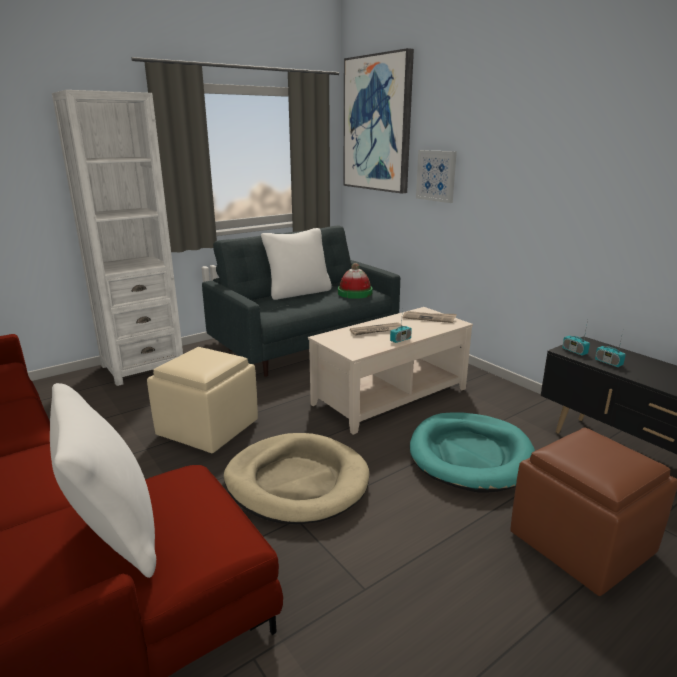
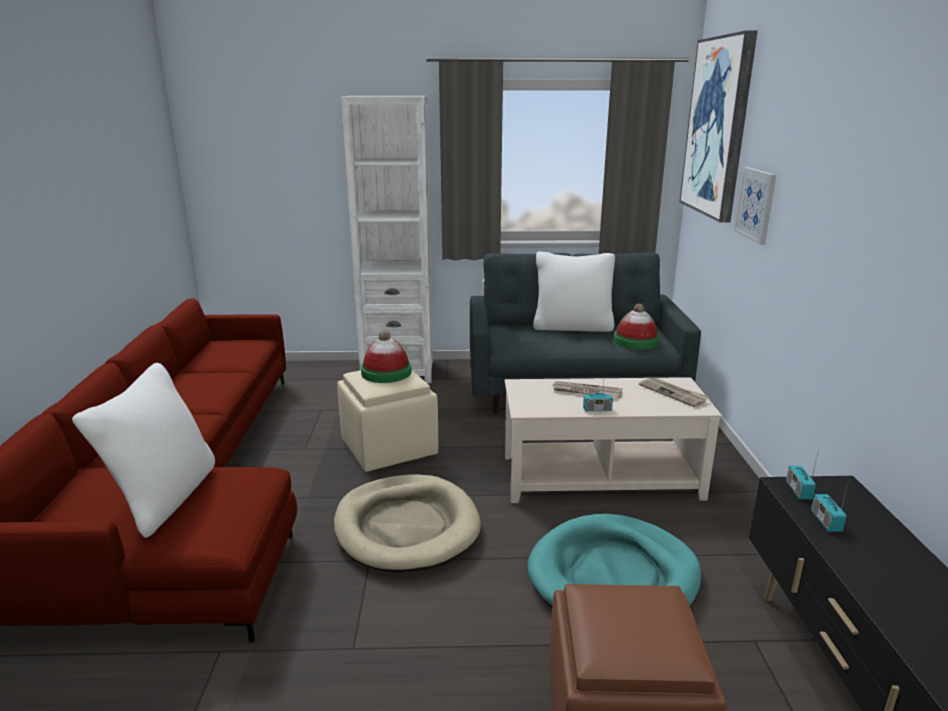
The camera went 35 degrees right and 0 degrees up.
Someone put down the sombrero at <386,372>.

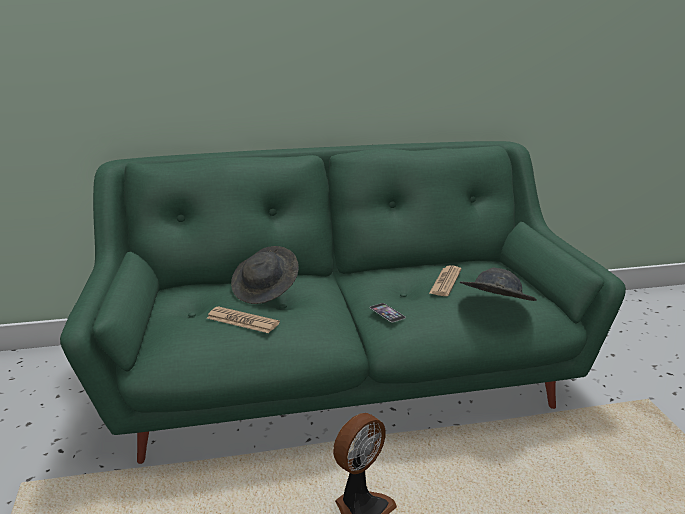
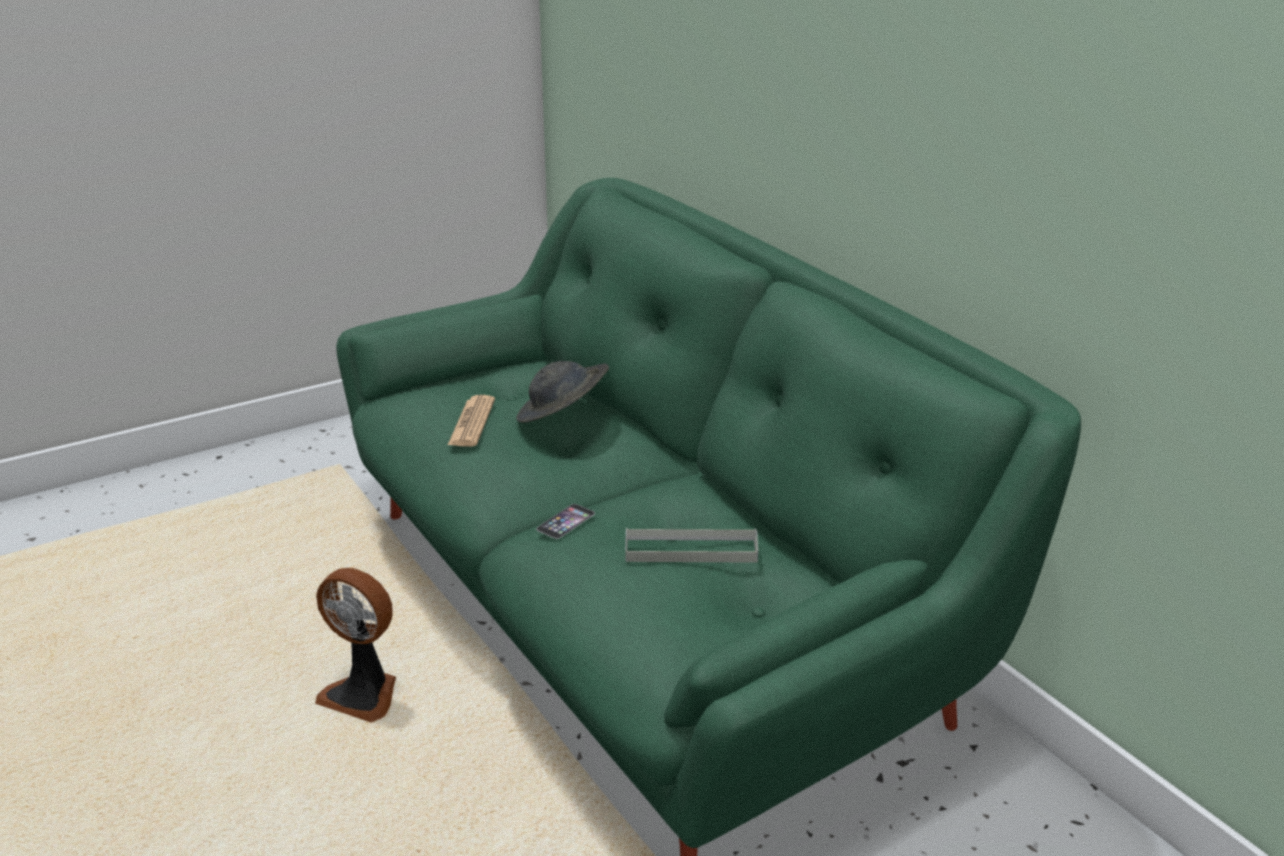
The camera went 70 degrees right and 5 degrees up.
Someone took away the sombrero/gris at <494,307>.
Someone swapped the periódico at <445,282> for the bandeja/gris at <691,550>.

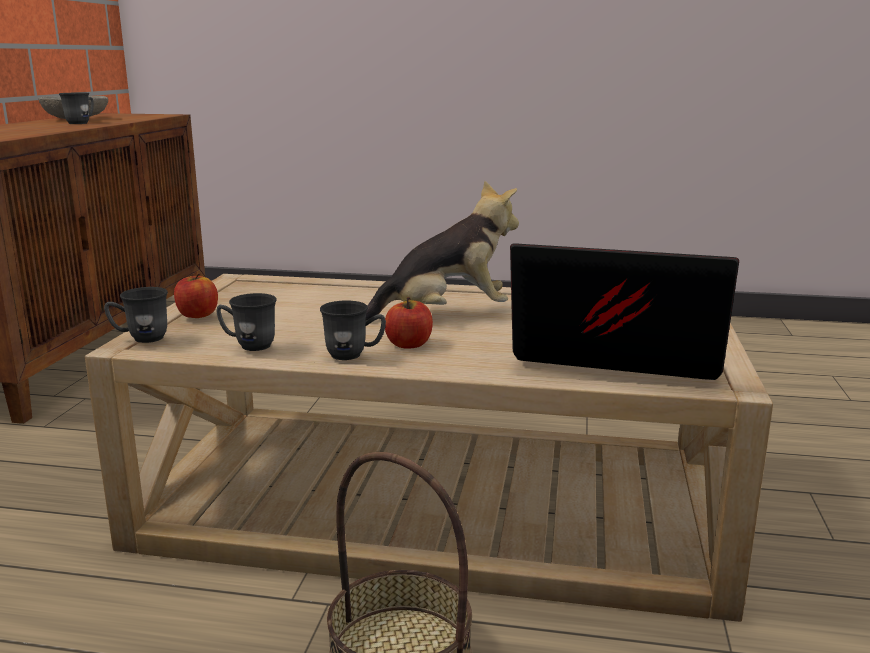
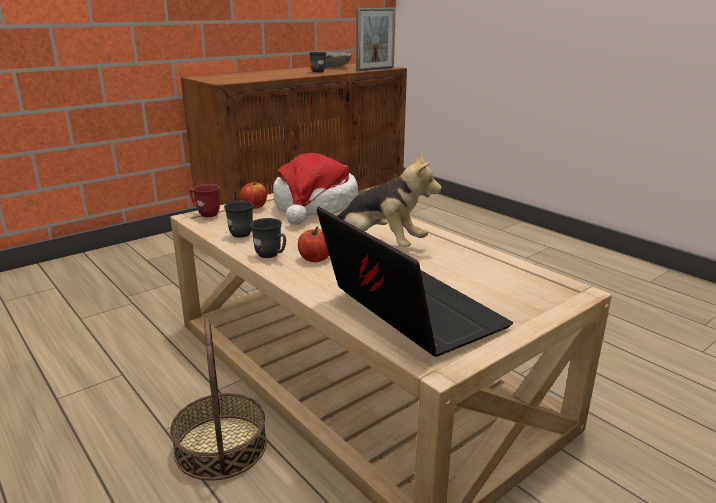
The camera went 40 degrees right and 5 degrees up.
Someone put down the sombrero at <315,207>.
Someone put down the portarretratos at <375,69>.
Someone repainted the taza grande/gris at <140,338>, which became the taza grande/rojo at <205,213>.

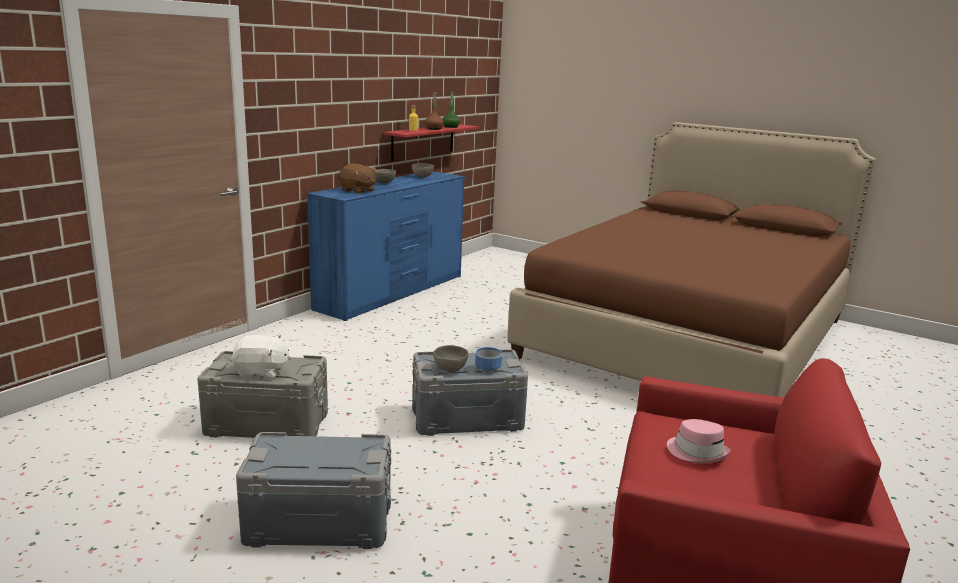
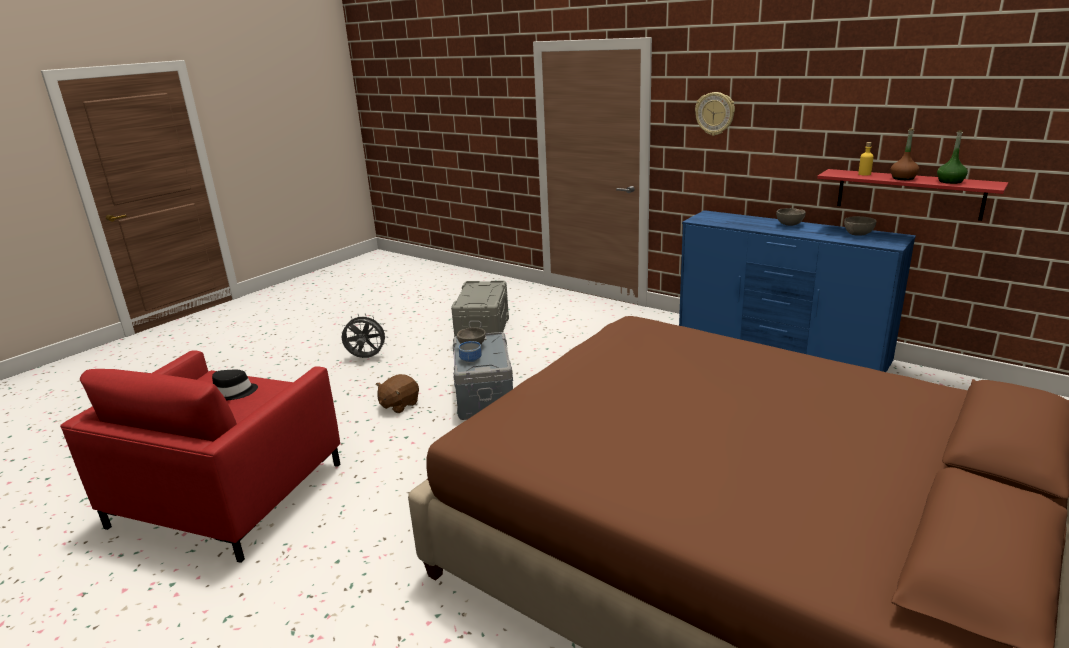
The camera went 95 degrees right and 5 degrees up.
Someone took away the peluche/blanco at <261,372>.
Someone put up the reloj de pared at <715,113>.
Someone carried the peluche/marrón from <358,191> to <399,405>.
Someone swapped the caja de almacenaje/gris at <319,523> for the ventilador/gris at <366,358>.
Someone repainted the sombrero/rosa at <697,452>, which became the sombrero/negro at <233,392>.

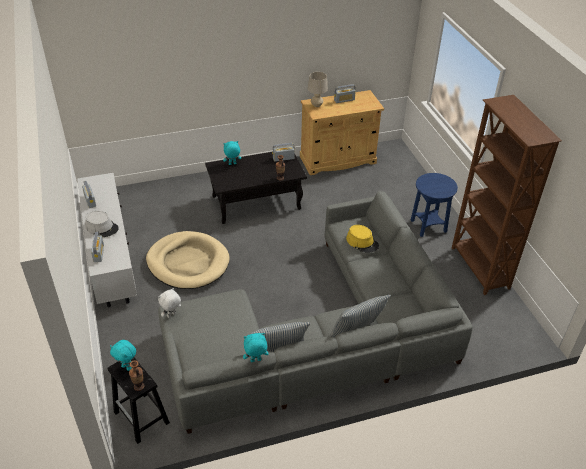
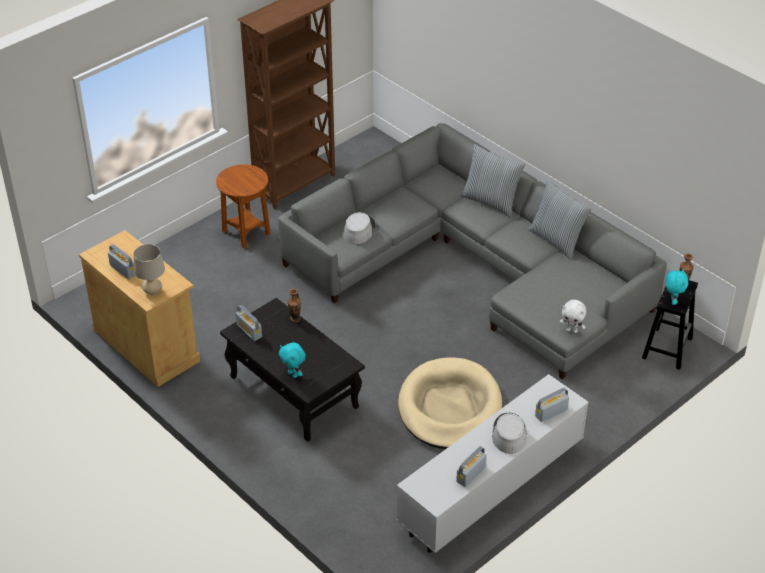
The camera went 115 degrees left and 0 degrees up.
Someone took away the peluche/turquesa at <255,361>.
Someone repainted the sombrero/amarillo at <362,242>, which became the sombrero/gris at <359,230>.
Someone repainted the mesa auxiliar/azul at <428,226>, which became the mesa auxiliar/marrón at <246,233>.

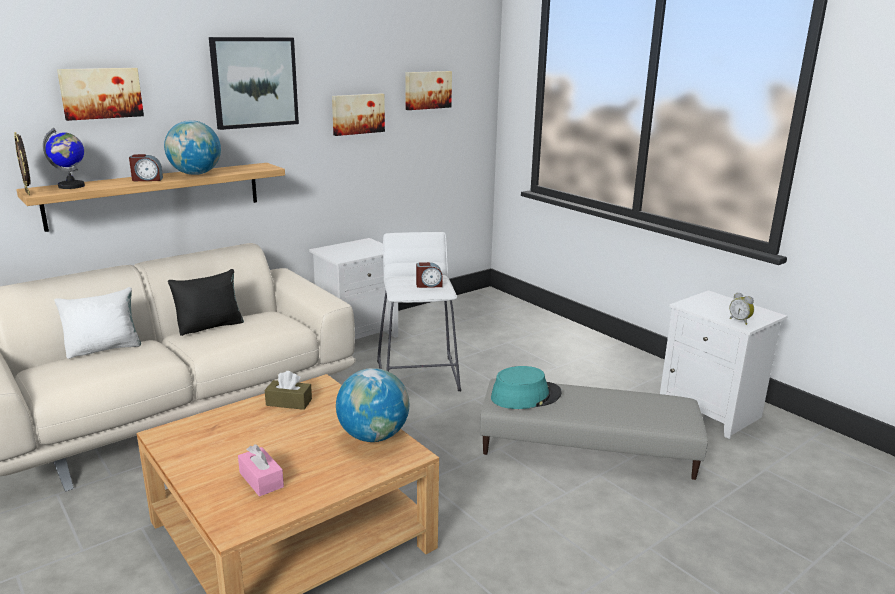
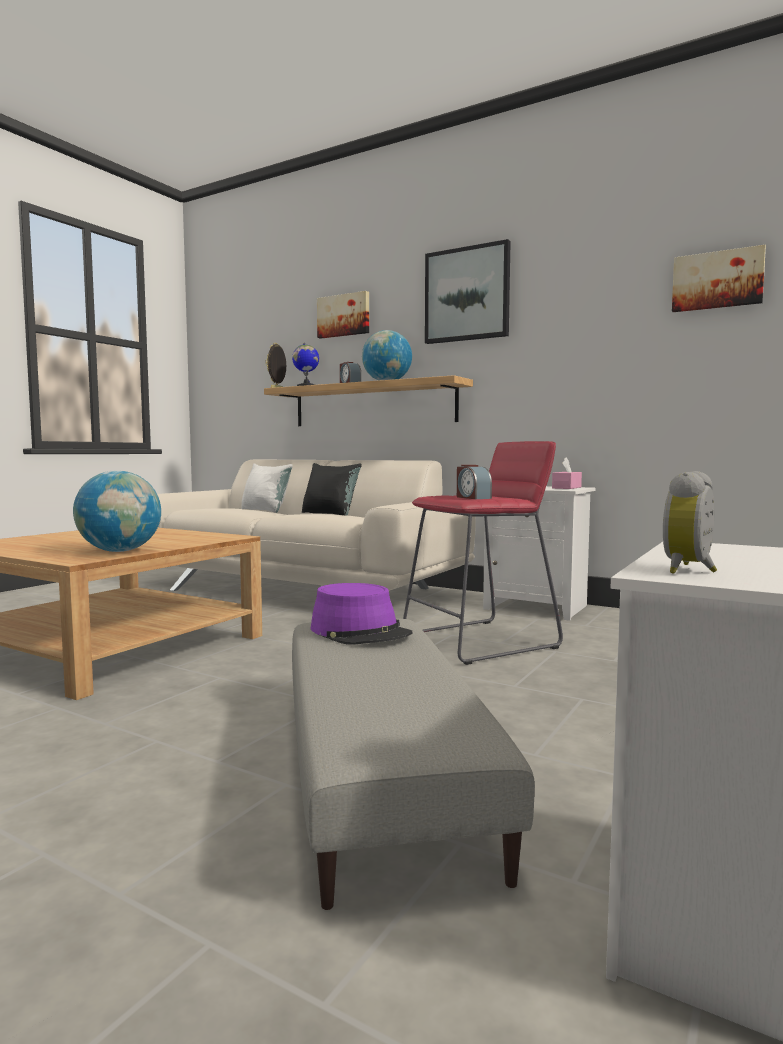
The camera went 70 degrees right and 15 degrees down.
Someone took away the caja de pañuelos/marrón at <289,402>.
Someone took away the cuadro at <357,114>.
Someone carried the caja de pañuelos/rosa from <261,480> to <566,488>.
Someone repainted the taburete/blanco at <418,375>, which became the taburete/rojo at <480,641>.
Someone repainted the sombrero/turquesa at <525,396>, which became the sombrero/morado at <360,632>.

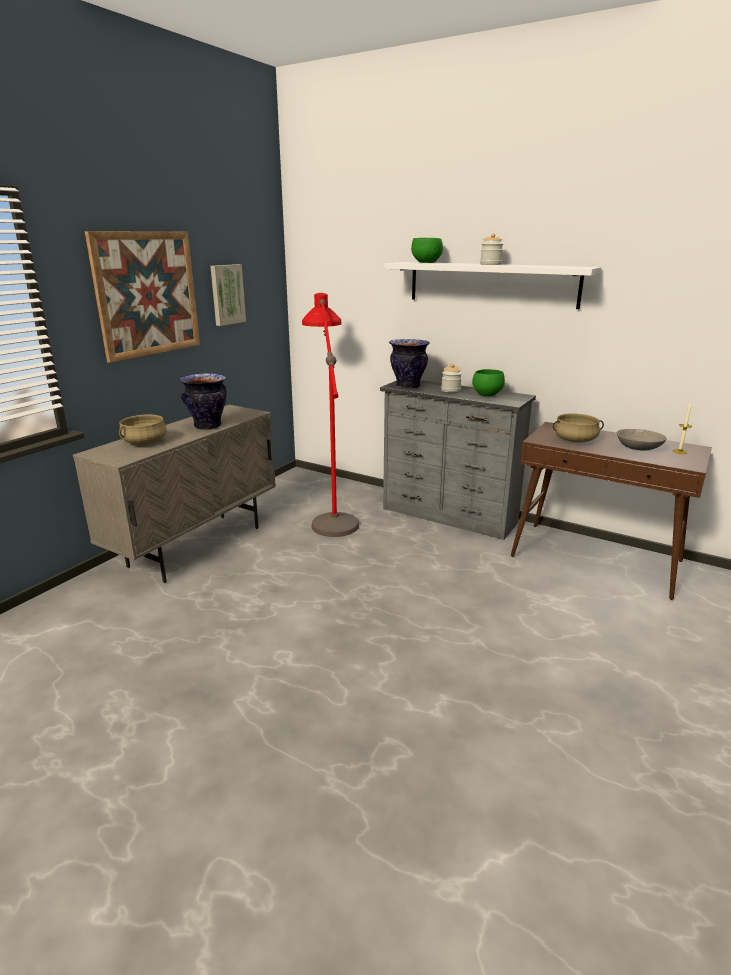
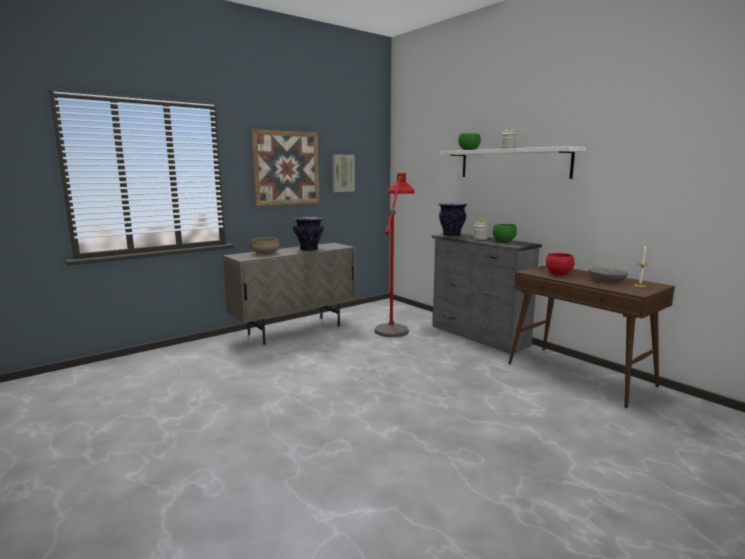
The camera went 20 degrees right and 10 degrees down.
Someone swapped the olla/beis at <575,440> for the cuenco/rojo at <558,274>.

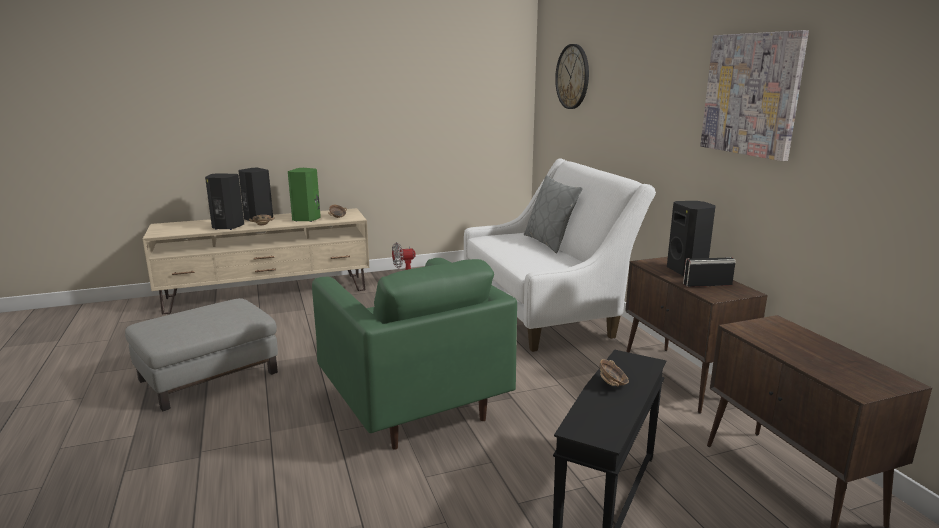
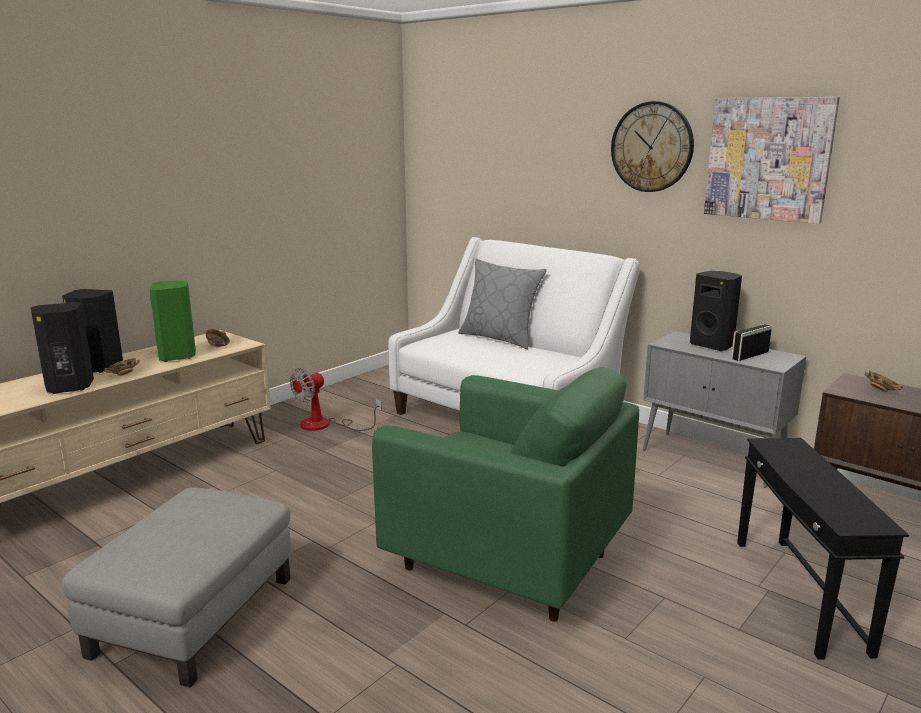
The camera went 30 degrees left and 0 degrees up.
Someone carried the reloj de pared from <572,76> to <652,147>.
Someone carried the cuenco from <613,384> to <881,391>.
Someone repainted the armario/marrón at <682,379>, which became the armario/gris at <714,459>.

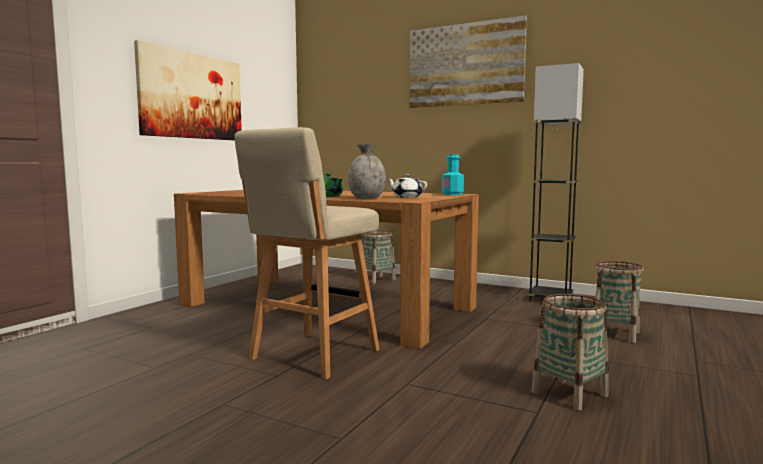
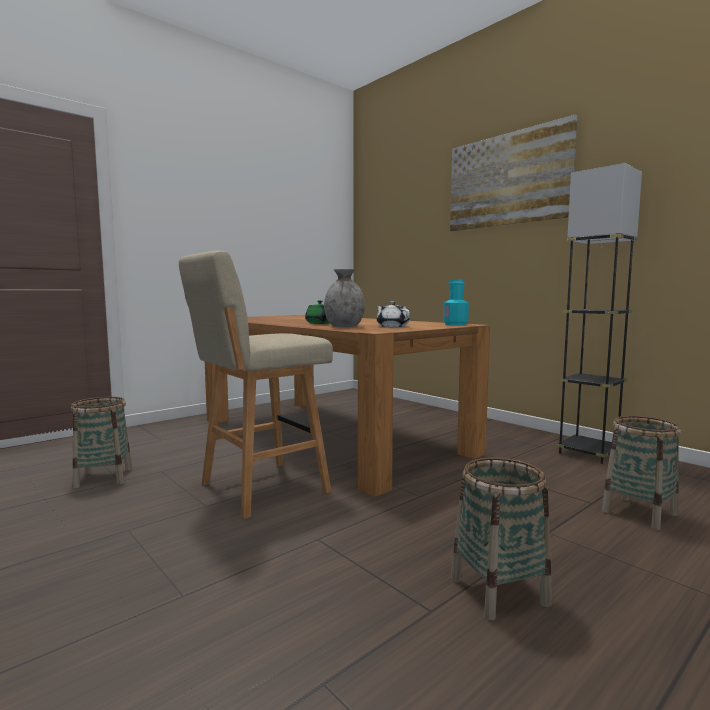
The camera went 20 degrees right and 0 degrees up.
Someone took away the cuadro at <192,96>.
Someone carried the cesta from <377,279> to <103,478>.

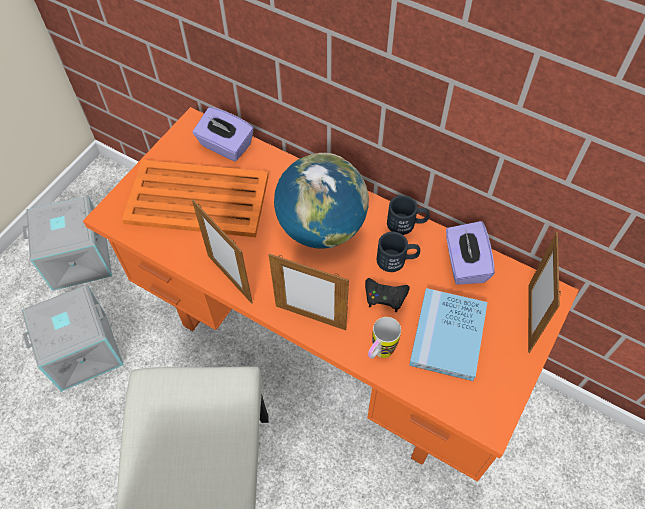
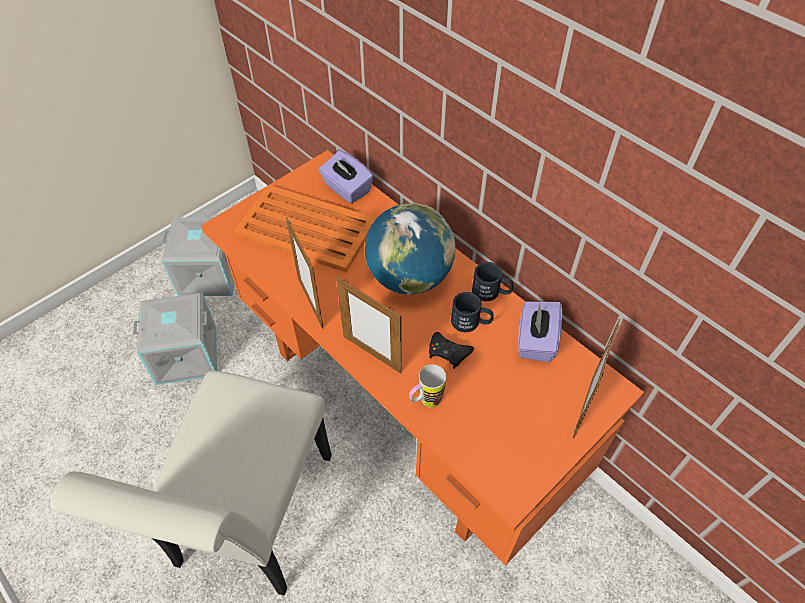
The camera went 15 degrees right and 5 degrees down.
Someone took away the libro/azul at <448,335>.

